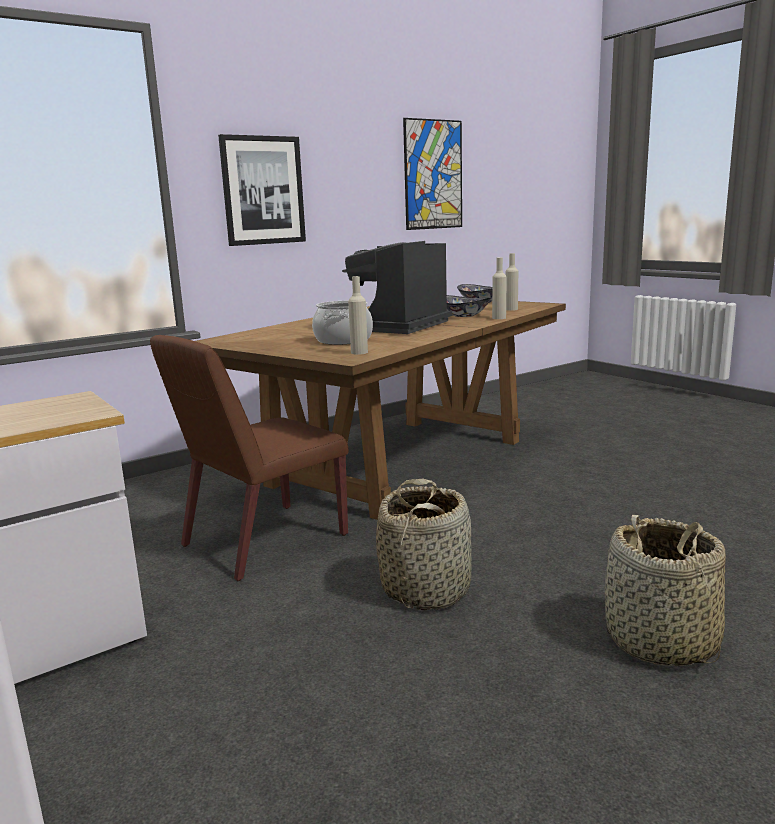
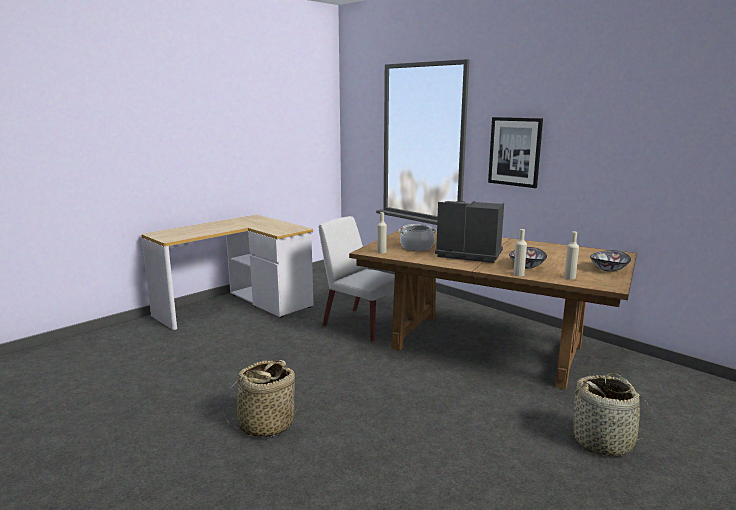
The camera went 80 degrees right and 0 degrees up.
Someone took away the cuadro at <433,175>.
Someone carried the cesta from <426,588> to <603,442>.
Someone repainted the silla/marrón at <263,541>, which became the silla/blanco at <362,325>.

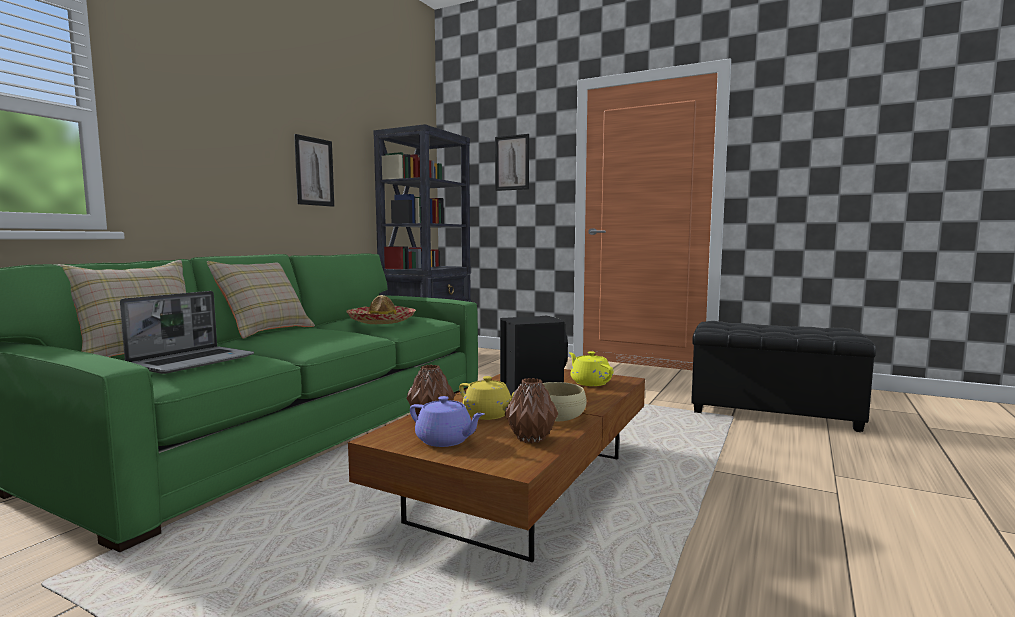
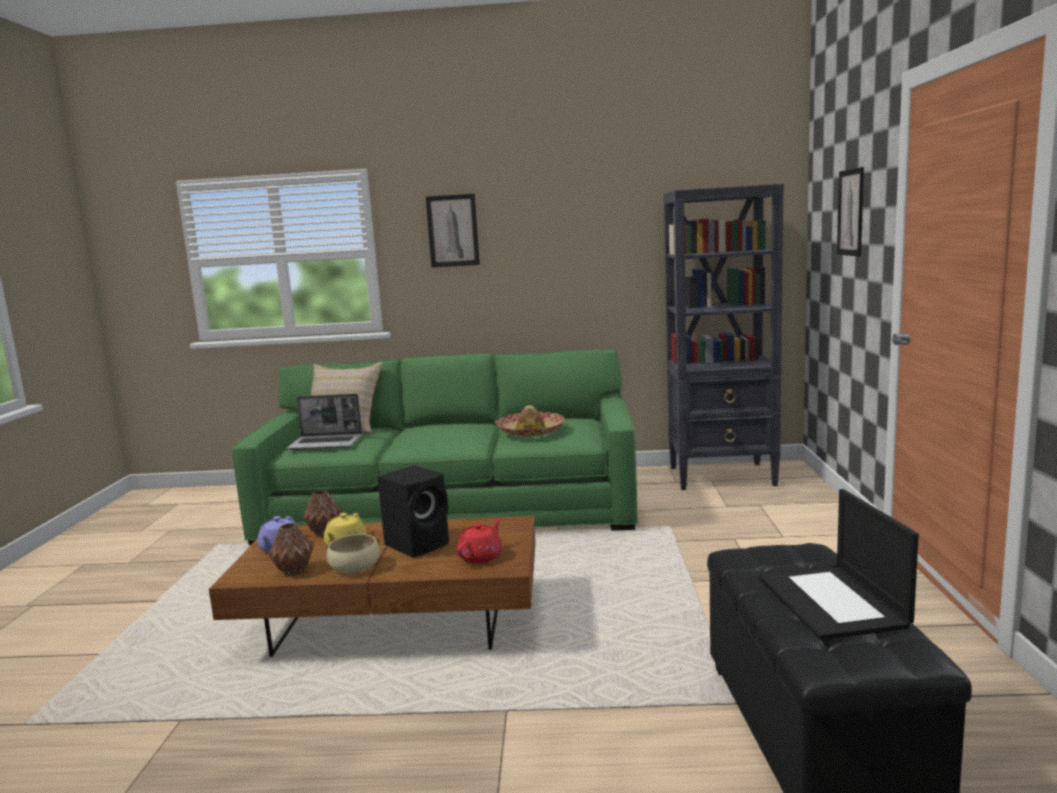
The camera went 65 degrees right and 5 degrees up.
Someone took away the cojín/beis at <264,331>.
Someone put down the portátil at <834,602>.
Someone carried the cuadro from <314,171> to <453,230>.
Someone repainted the tetera/amarillo at <590,382>, which became the tetera/rojo at <481,556>.

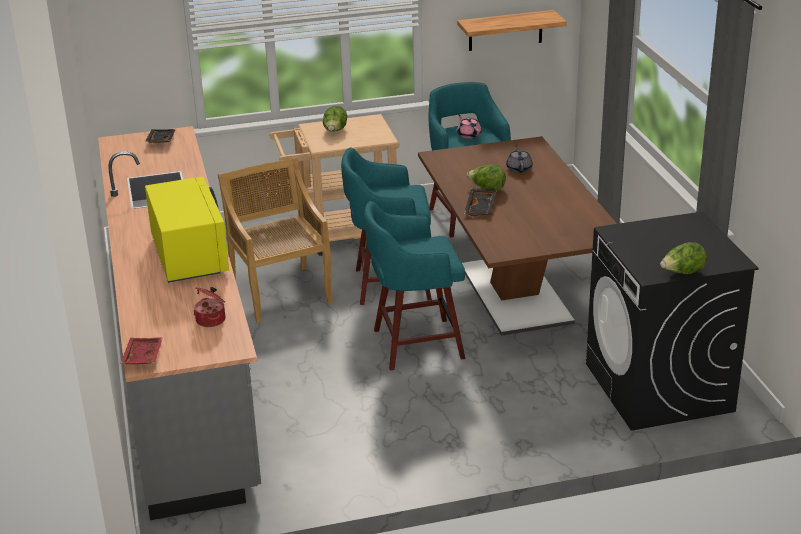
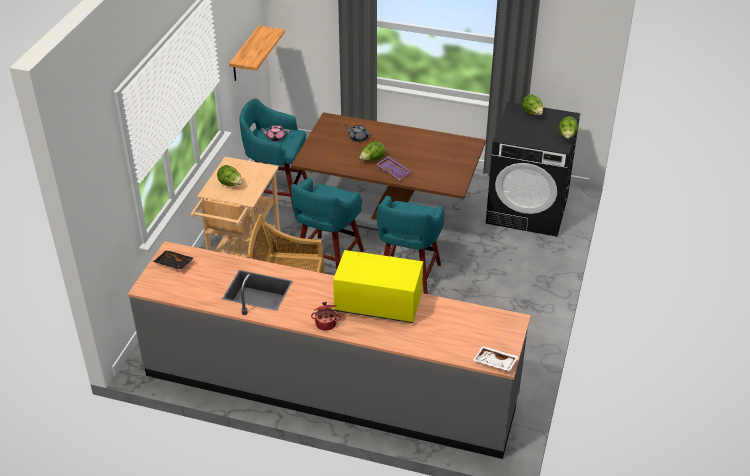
The camera went 60 degrees left and 10 degrees up.
Someone put down the lechuga at <532,113>.
Someone carried the olla from <211,320> to <326,323>.
Someone repainted the bandeja/rojo at <141,357>, which became the bandeja/blanco at <494,363>.
Someone repainted the bandeja/negro at <481,207>, which became the bandeja/morado at <394,171>.

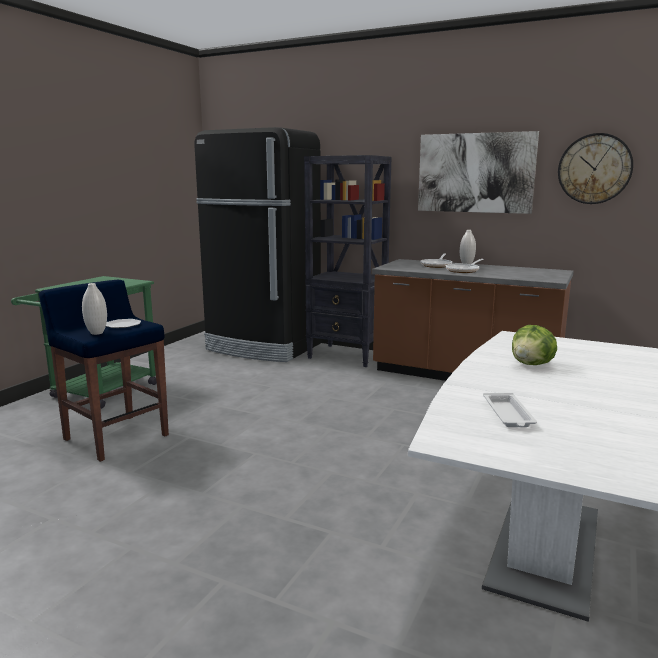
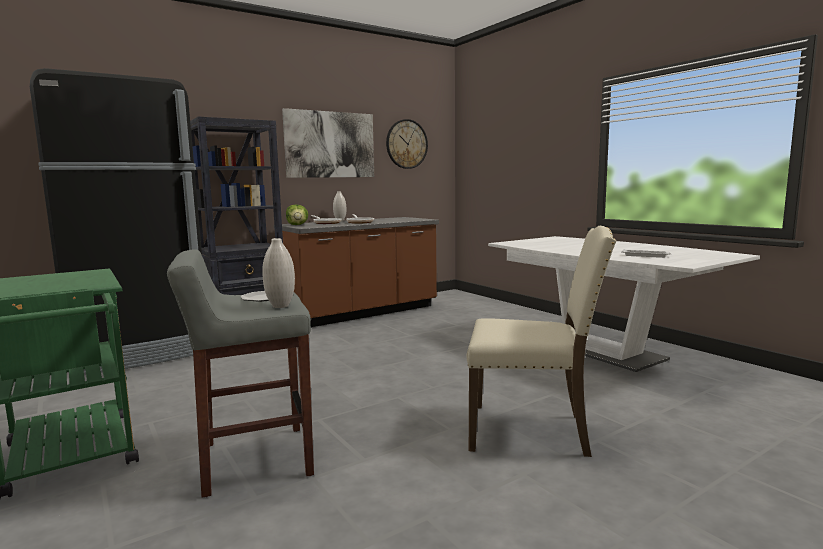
The camera went 60 degrees left and 5 degrees down.
Someone put down the silla/beis at <531,431>.
Someone carried the lechuga from <532,364> to <297,225>.
Someone repainted the taburete/azul at <115,437>, which became the taburete/gris at <253,460>.

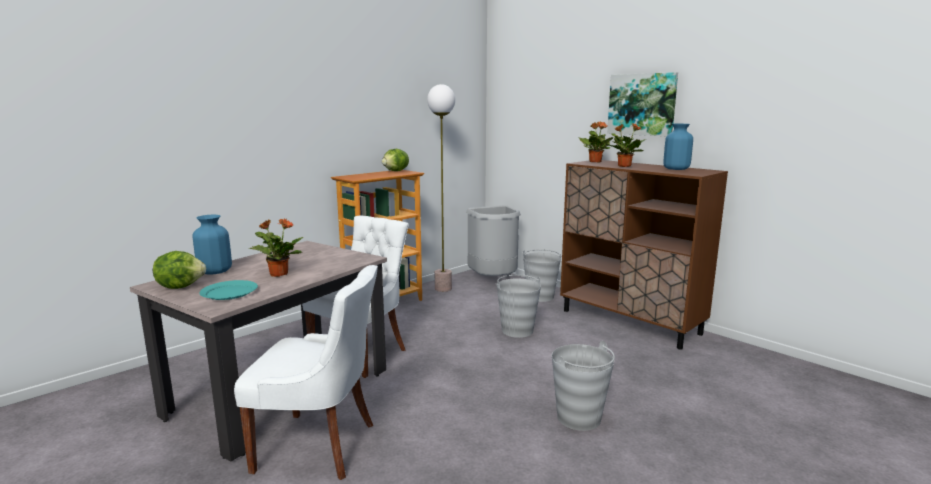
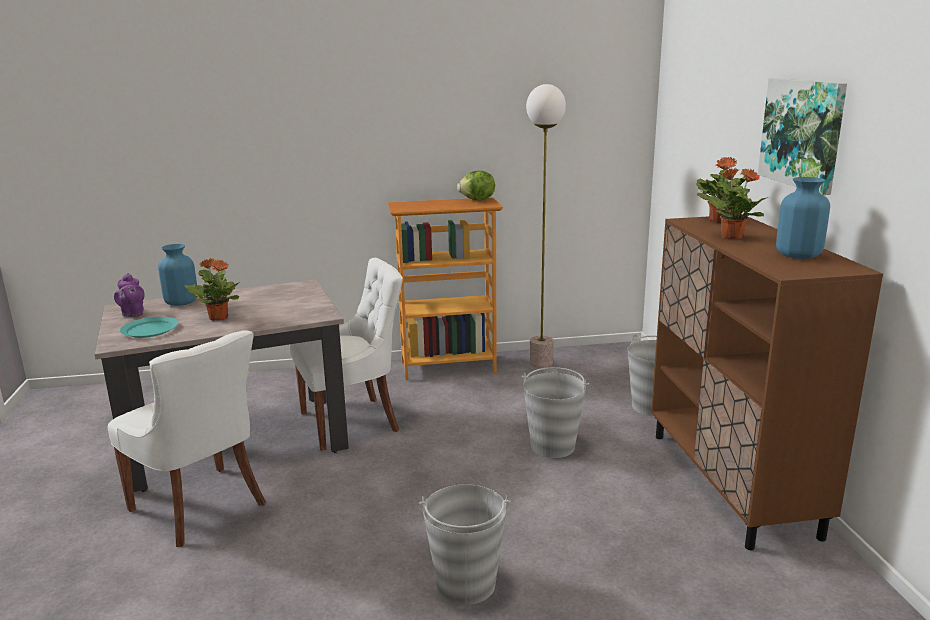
The camera went 35 degrees right and 5 degrees up.
Someone took away the papelera/gris at <493,280>.
Someone swapped the lechuga at <181,286> for the tetera/morado at <132,314>.

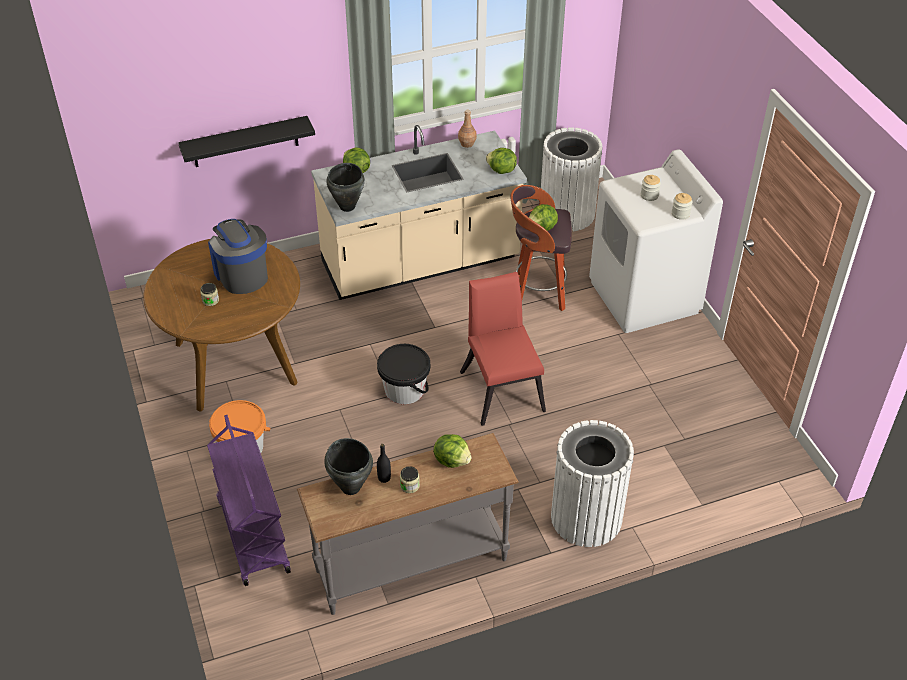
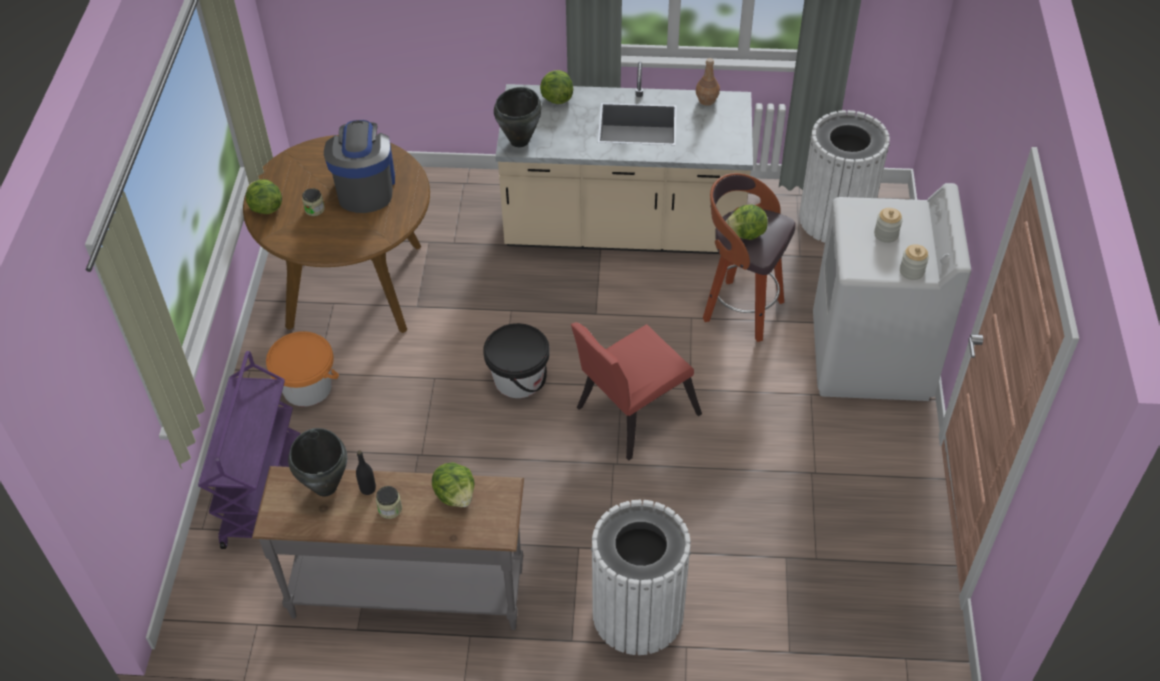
The camera went 25 degrees right and 5 degrees up.
Someone took away the estante/negro at <245,142>.
Someone carried the lechuga from <501,171> to <265,208>.
Someone rotated the silla/rojo at <501,386> by 135 degrees counterclockwise.

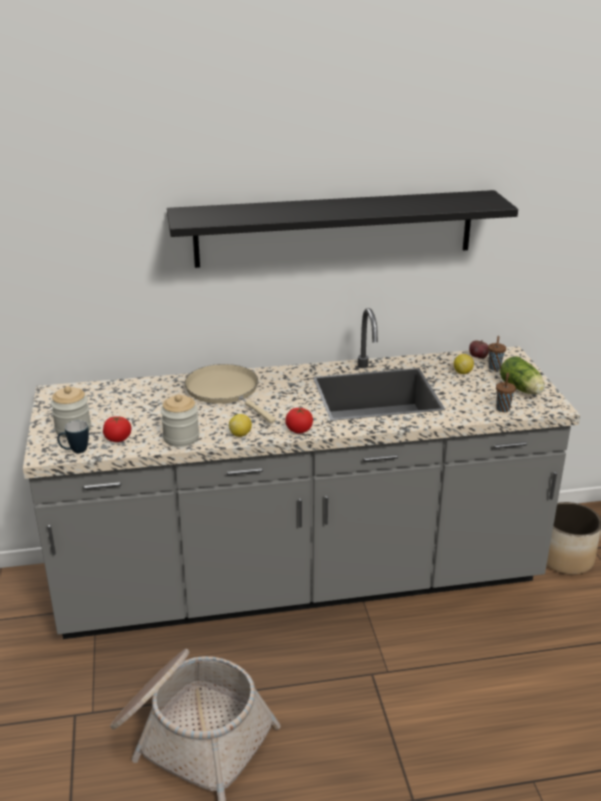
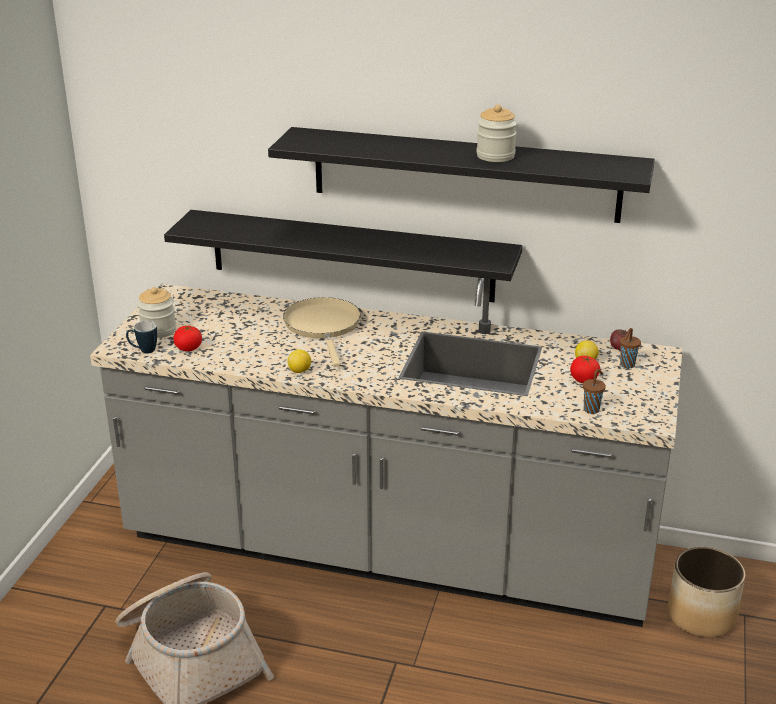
The camera went 25 degrees right and 0 degrees up.
Someone took away the lechuga at <522,389>.
Someone put up the estante/negro at <351,255>.
Someone carried the tarro from <181,437> to <495,156>.
Someone carried the tomate from <299,430> to <584,379>.

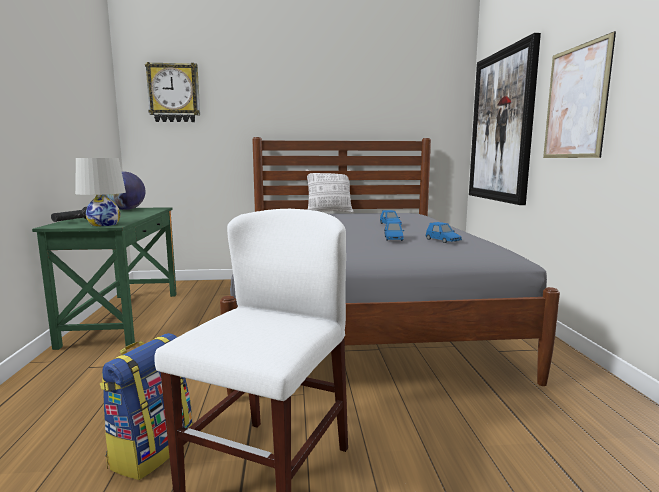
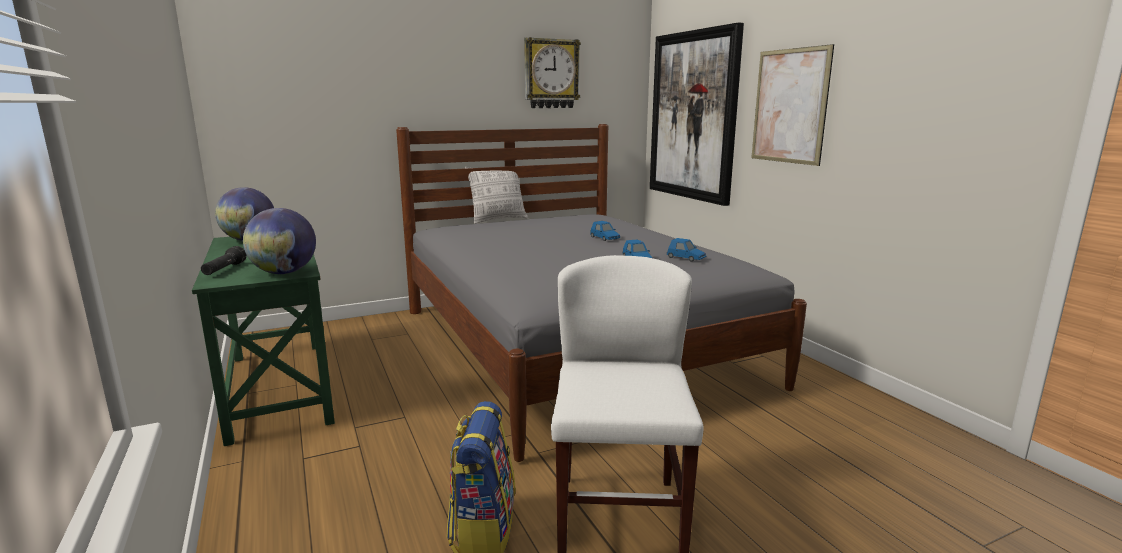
The camera went 20 degrees left and 5 degrees up.
Someone carried the reloj de pared from <174,93> to <551,74>.
Someone swapped the lámpara de mesa/blanco at <104,224> for the globo terráqueo at <284,273>.

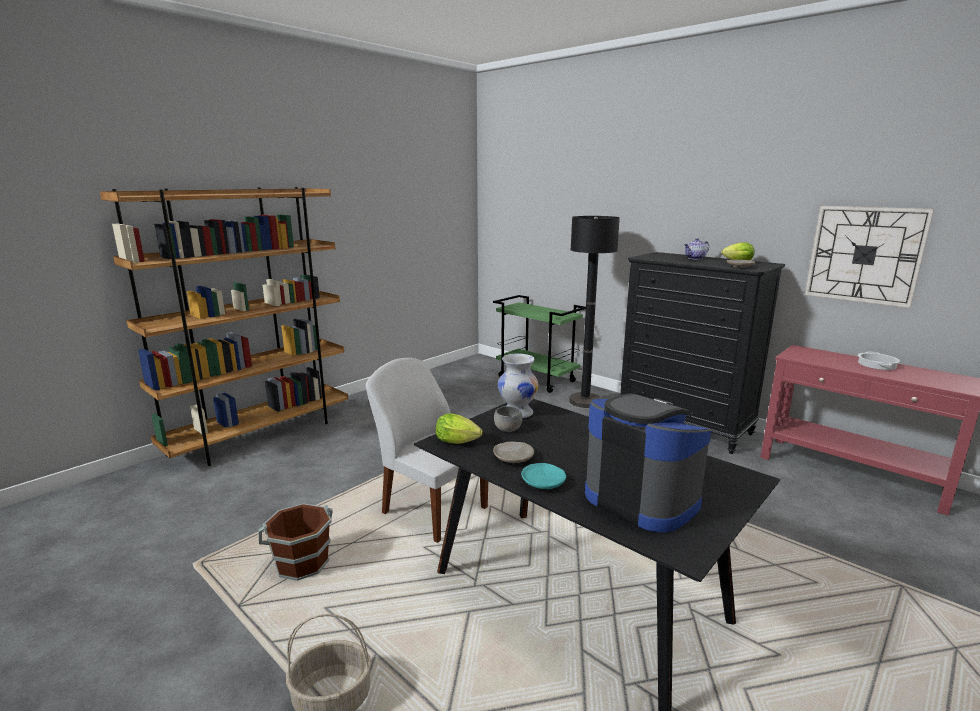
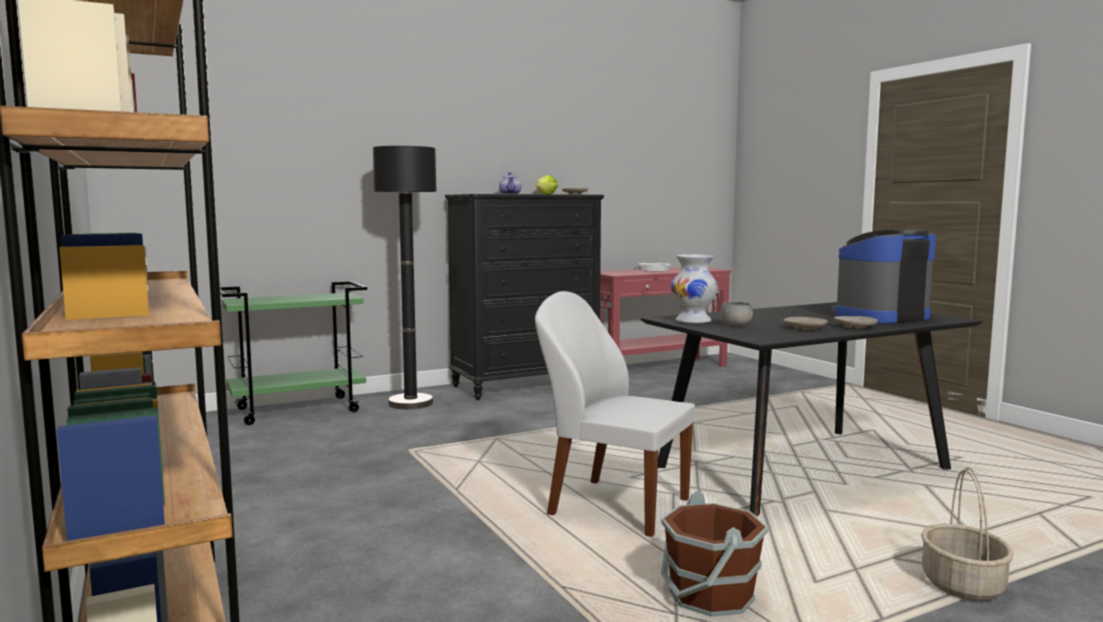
The camera went 70 degrees left and 10 degrees down.
Someone took away the lechuga at <459,442>.
Someone took away the reloj de pared at <864,255>.
Someone repainted the plato/turquesa at <544,482>, which became the plato/beis at <855,327>.
Someone rotated the silla/blanco at <433,509> by 60 degrees clockwise.

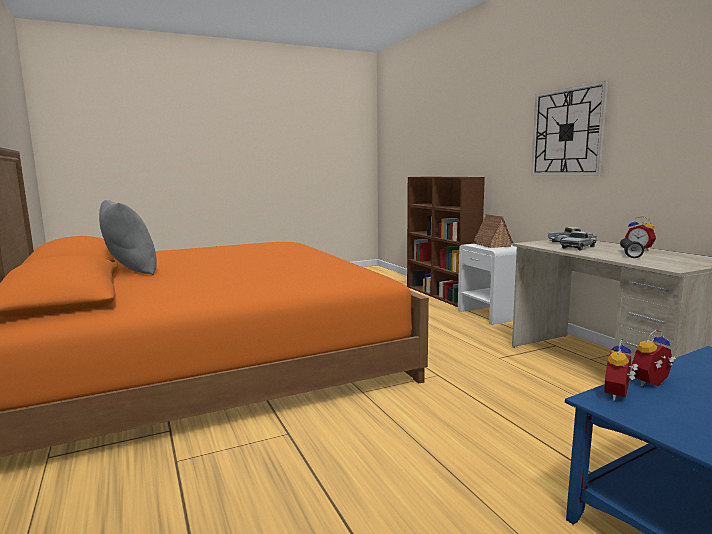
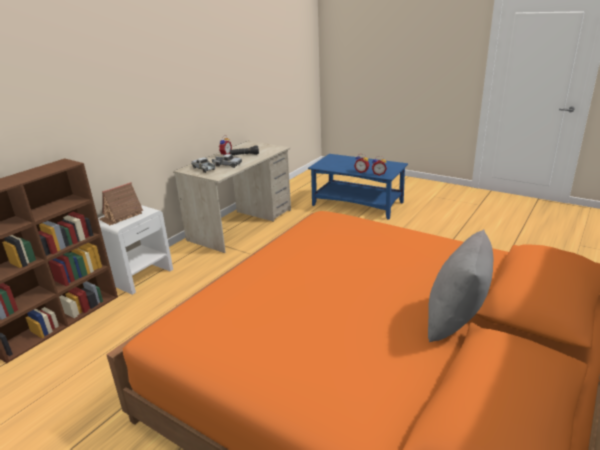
The camera went 120 degrees left and 15 degrees up.
Someone took away the reloj de pared at <567,132>.

